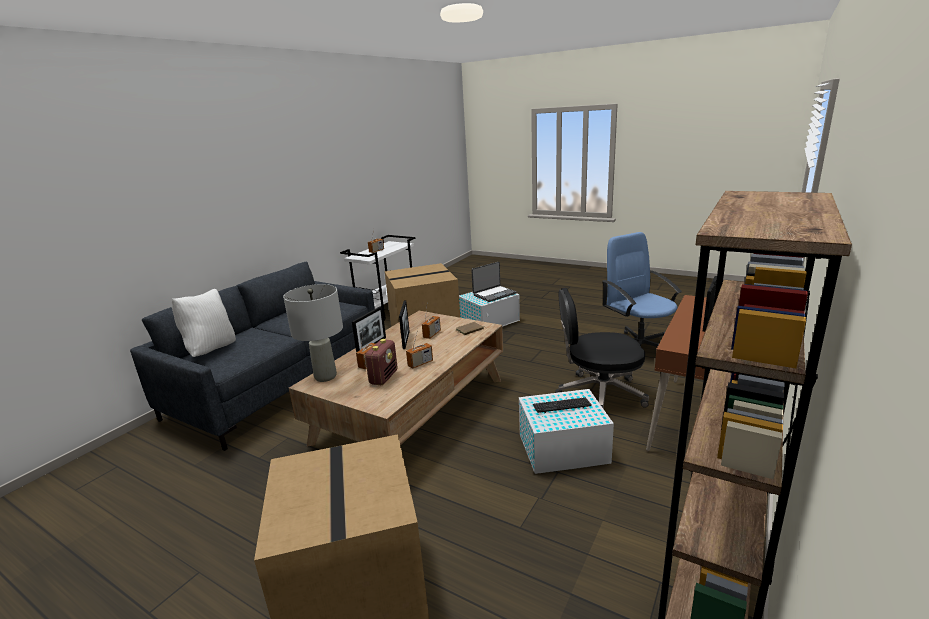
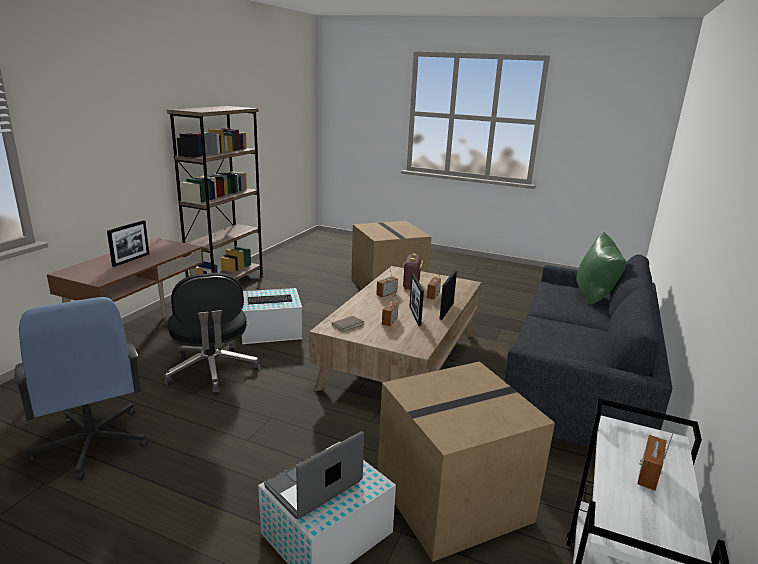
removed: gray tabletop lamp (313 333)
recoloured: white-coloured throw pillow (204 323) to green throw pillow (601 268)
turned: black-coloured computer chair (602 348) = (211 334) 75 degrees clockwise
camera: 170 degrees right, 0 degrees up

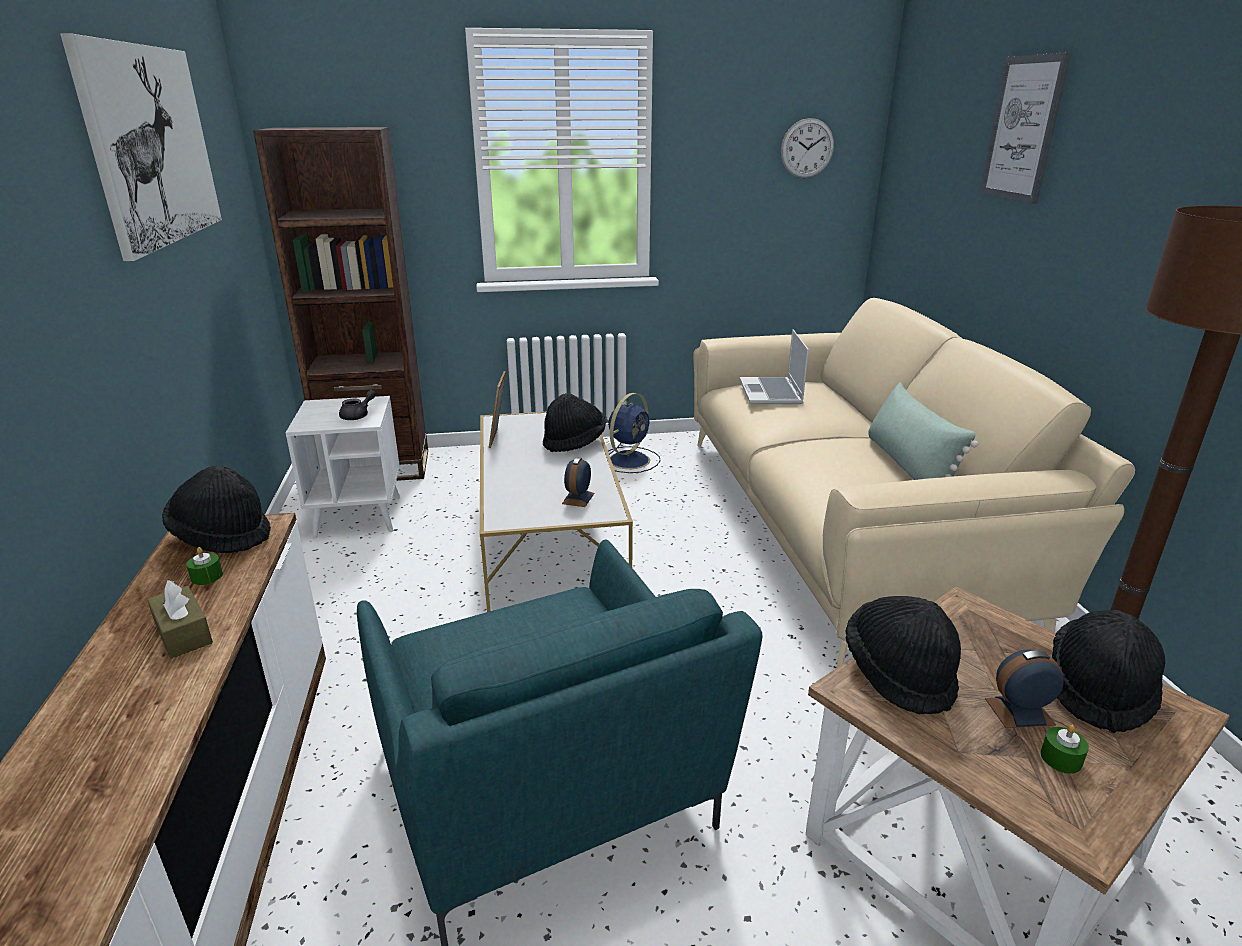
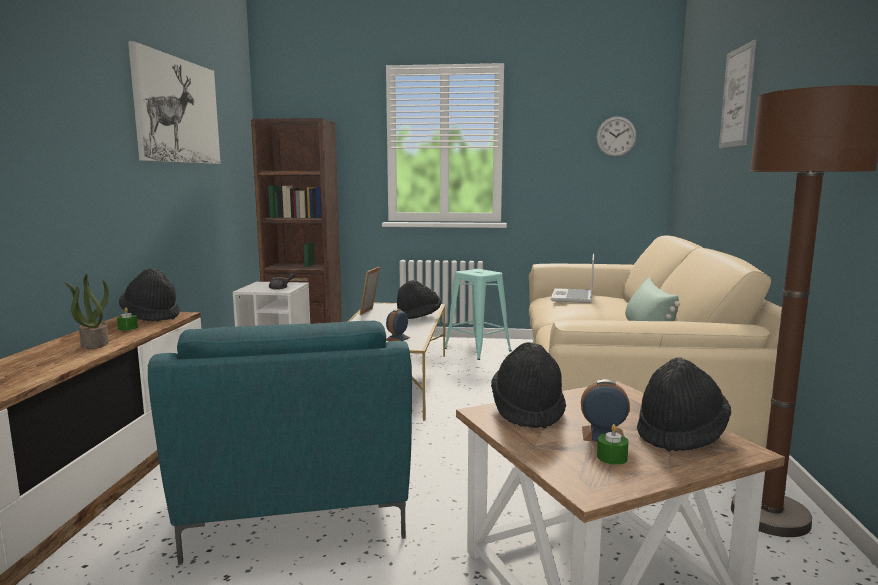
replaced: brown-coloured tissue box (180 619) to plant in a pot (86 311); bluish fan (634 433) to turquoise stool (478 314)
camera: 15 degrees right, 15 degrees down

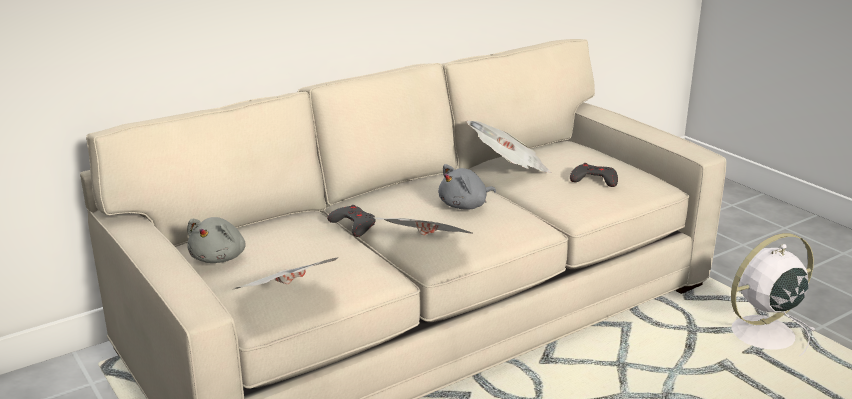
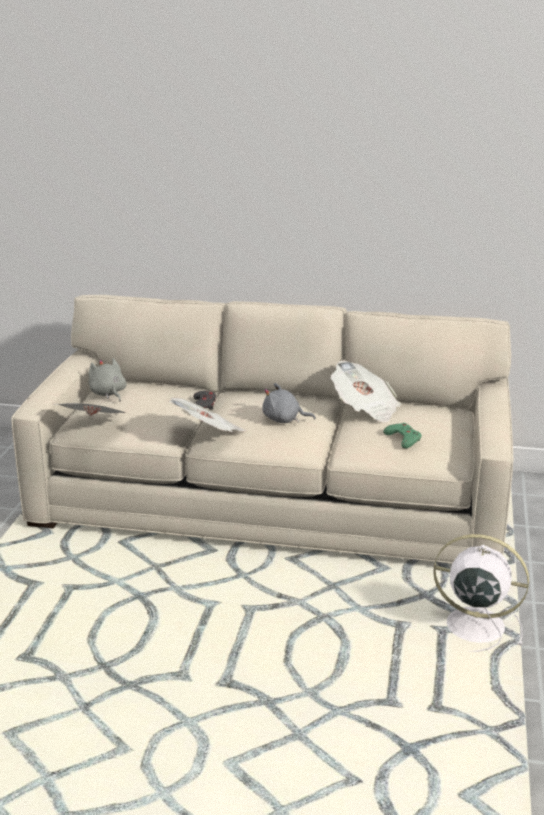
recoloured: gray gamepad (594 175) to green gamepad (402 435)
turned: gray soft toy (216 240) = (108 380) 90 degrees clockwise
camera: 45 degrees right, 0 degrees up

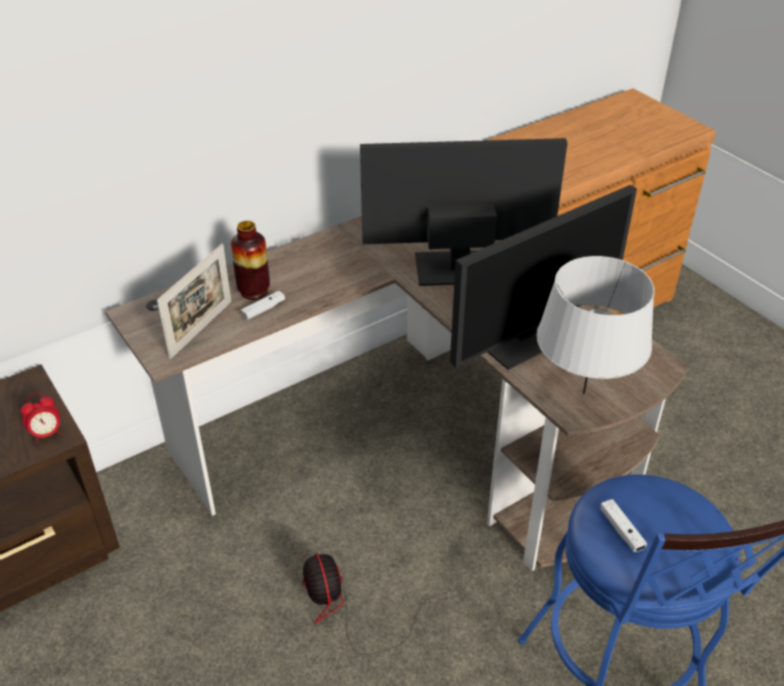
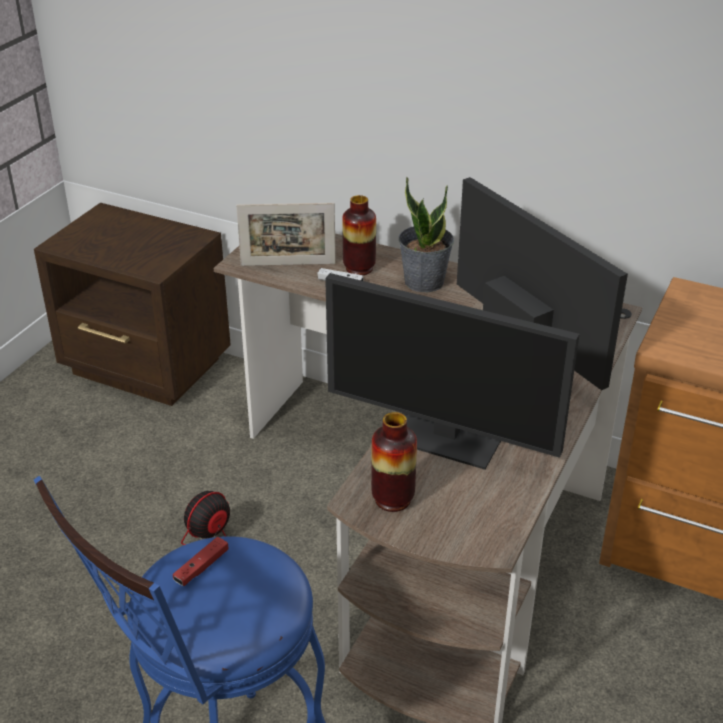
removed: alarm clock (40 418)
added: plant in a pot (426 234)
replaced: gray tabletop lamp (595 325) to vase (394 462)
recoloured: white-coloured gamepad (623 525) to red gamepad (200 561)
camera: 60 degrees right, 5 degrees down

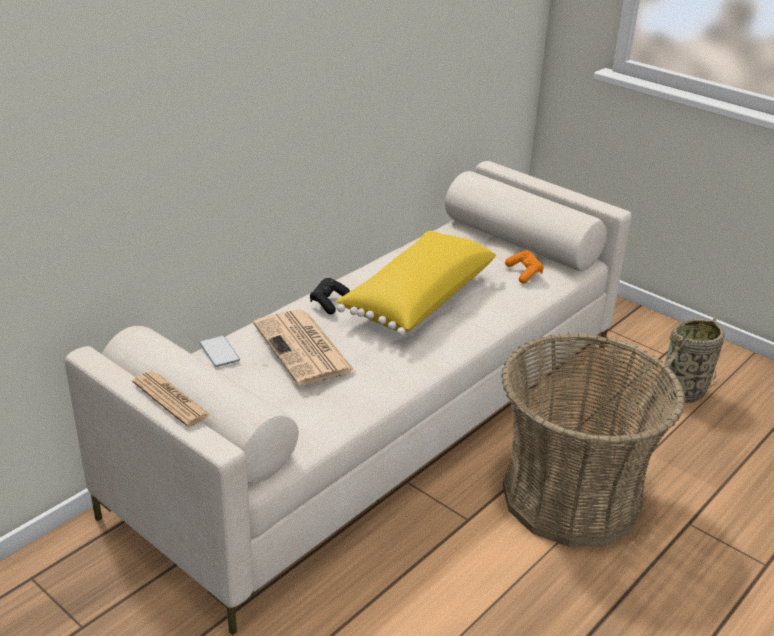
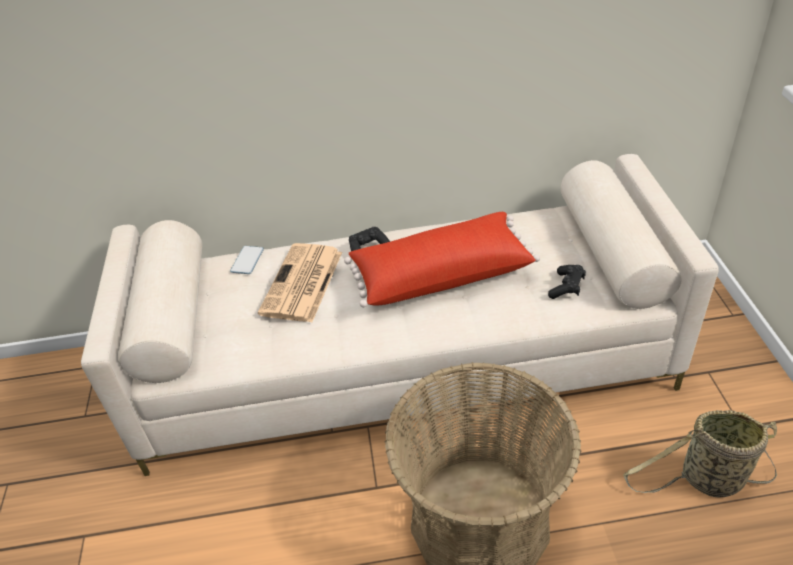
removed: daily paper (171 399)
recoloured: yellow throw pillow (416 283) to red throw pillow (442 260); orange gamepad (524 267) to black-coloured gamepad (567 282)
camera: 45 degrees right, 10 degrees up

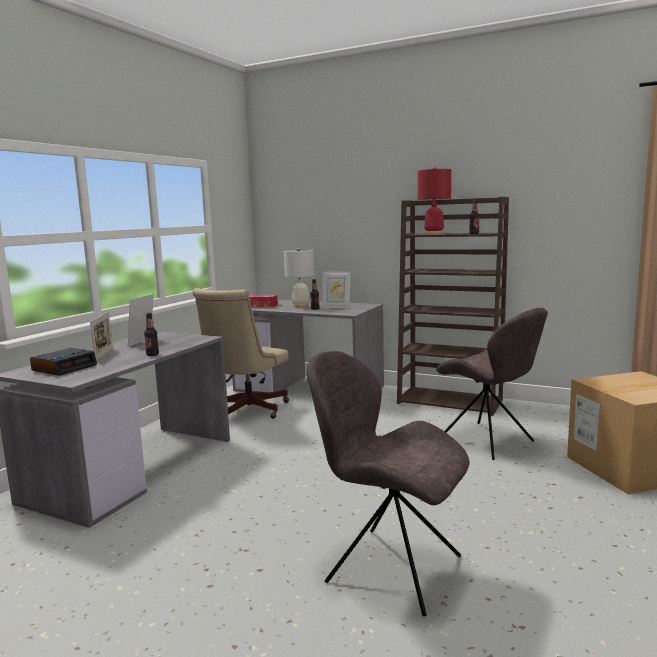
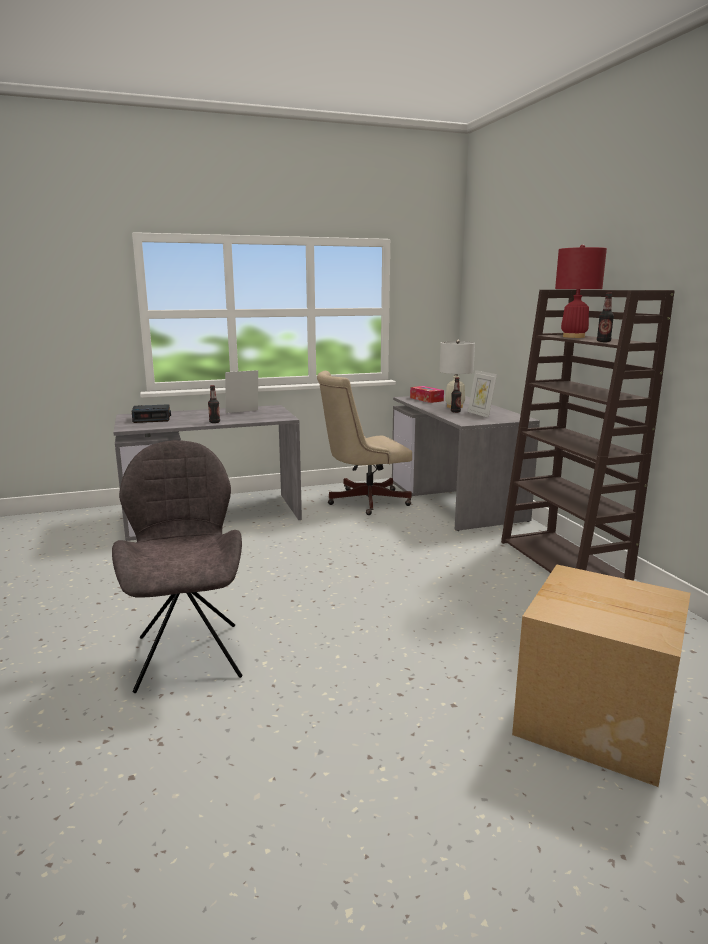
removed: standing frame (101 336); gray chair (492 384)
camera: 45 degrees right, 5 degrees up

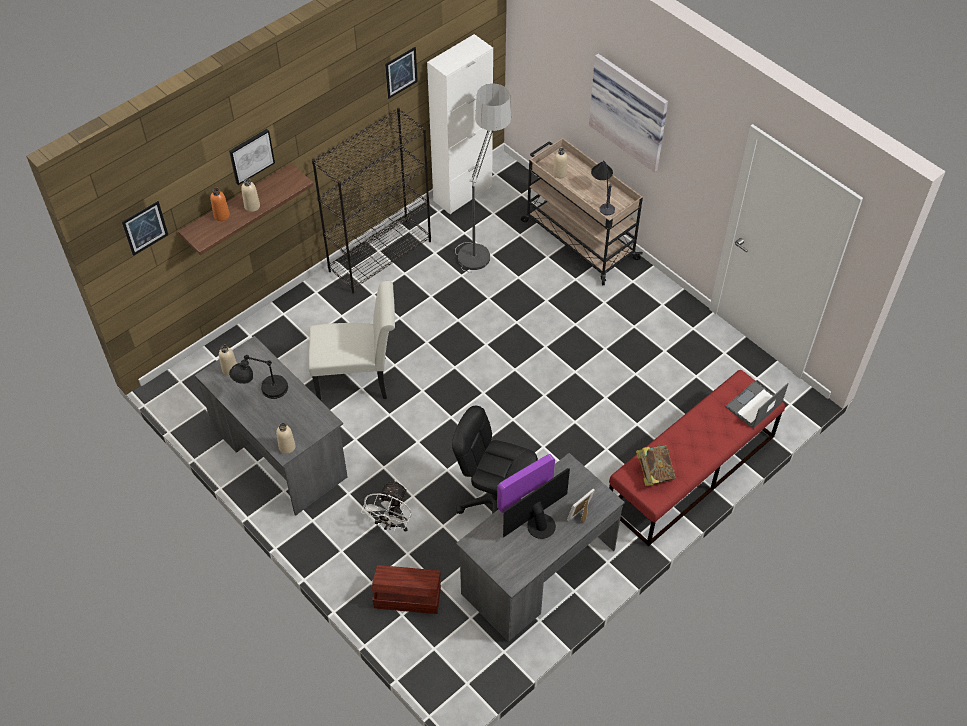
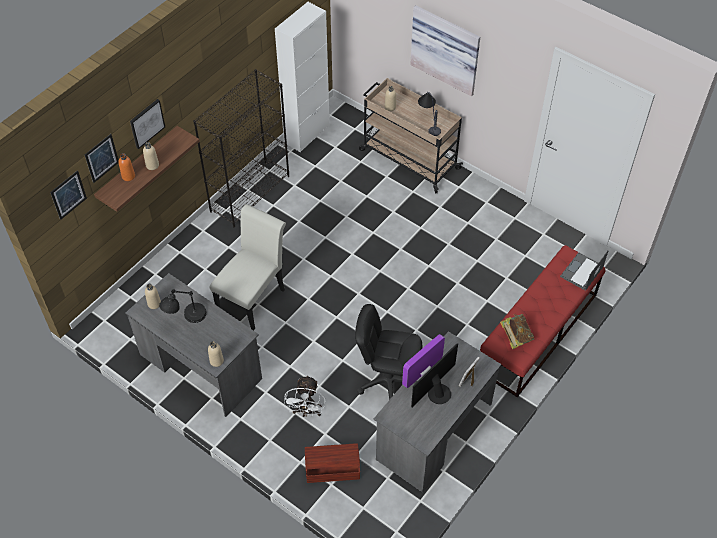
removed: standard lamp (483 178)
moved: wall picture (401 73) to (102 158)
turned: white-coloured chair (352 341) = (247 267) 45 degrees counterclockwise
camera: 10 degrees left, 0 degrees up

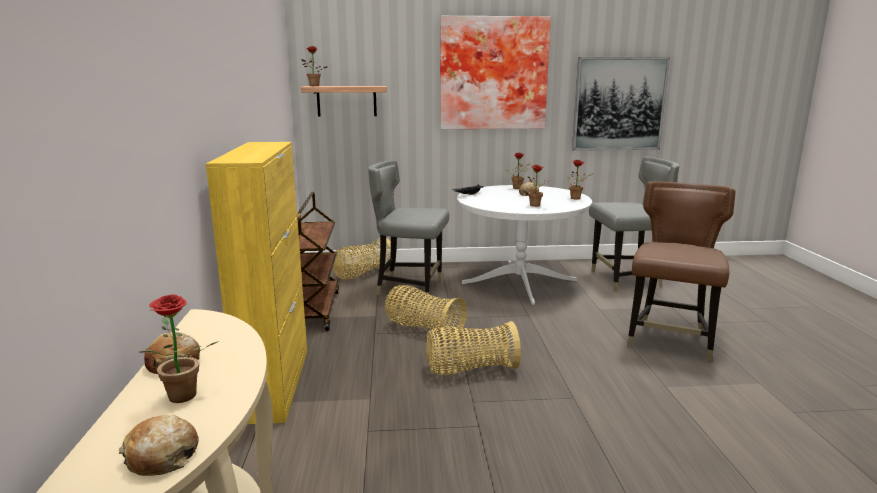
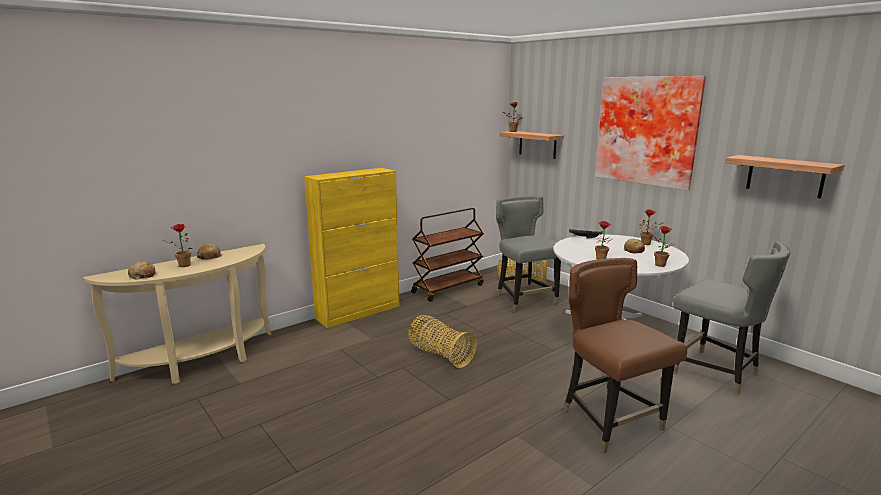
removed: basket (426 312)
replaced: wall picture (621 104) to wall shelf (785 177)
turned: brown-coloured chair (681 271) = (625 356) 105 degrees counterclockwise
camera: 55 degrees right, 0 degrees up

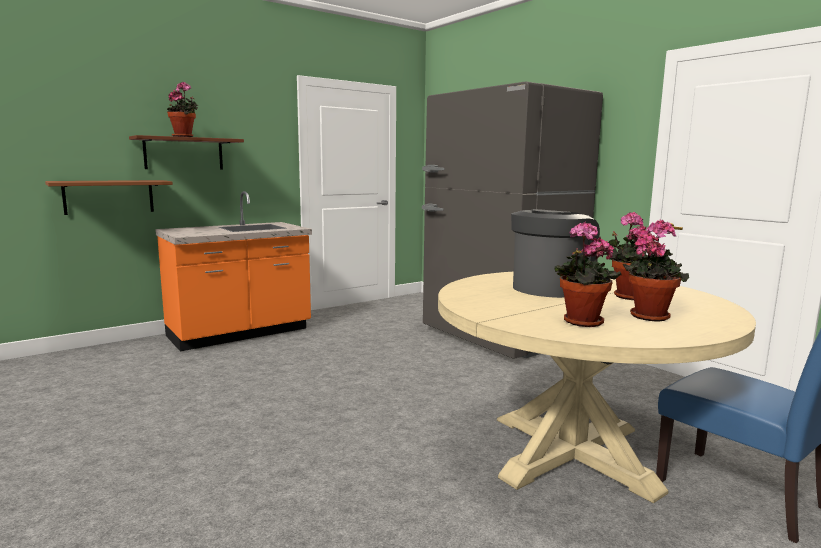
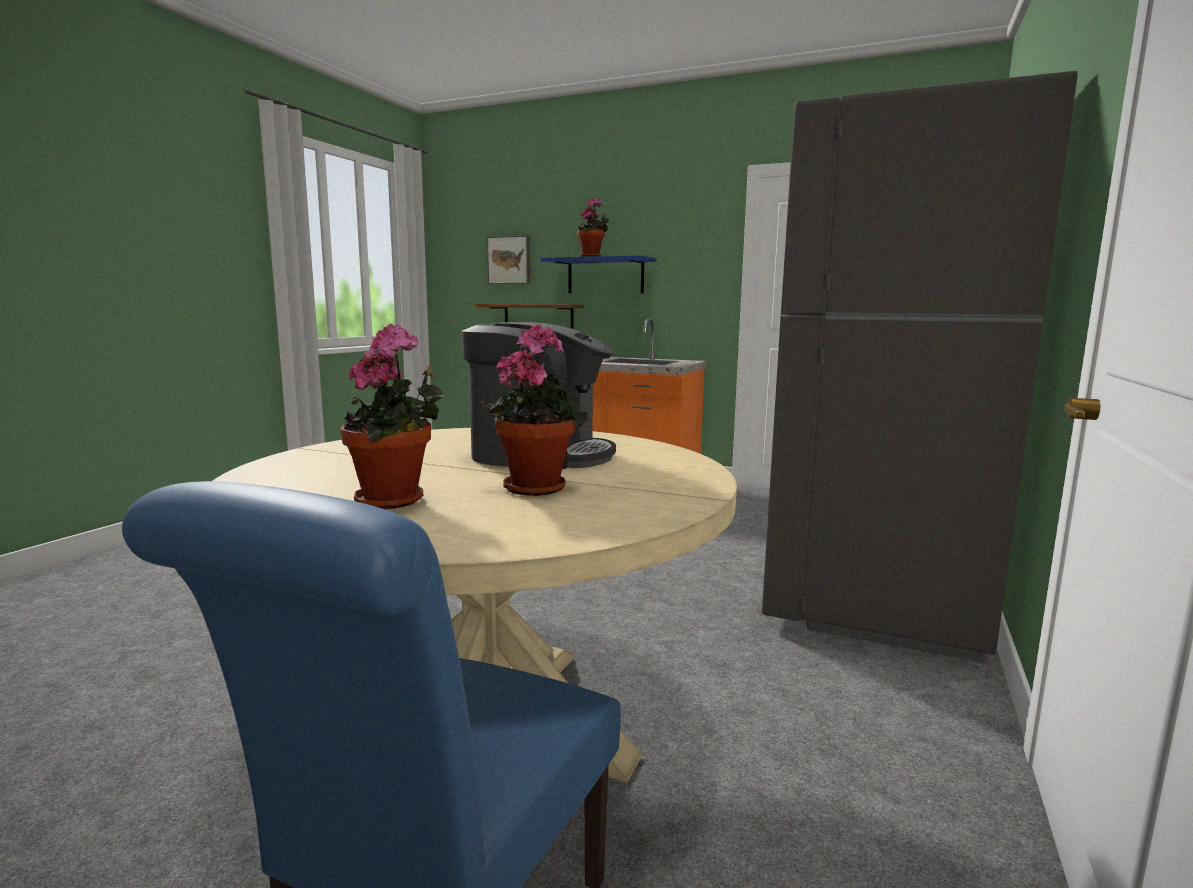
removed: plant in a pot (587 274)
added: wall picture (508 260)
recoloured: brown-coloured wall shelf (186 152) to bluish wall shelf (598 274)
camera: 60 degrees right, 0 degrees up

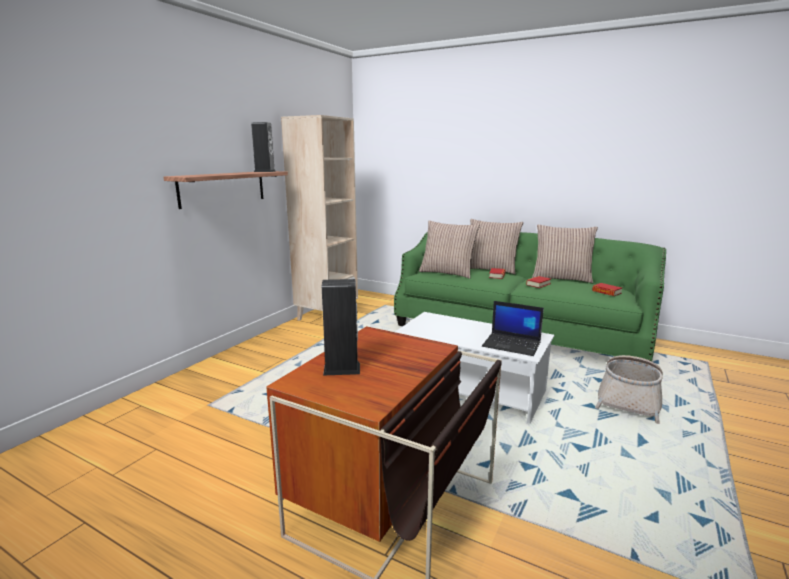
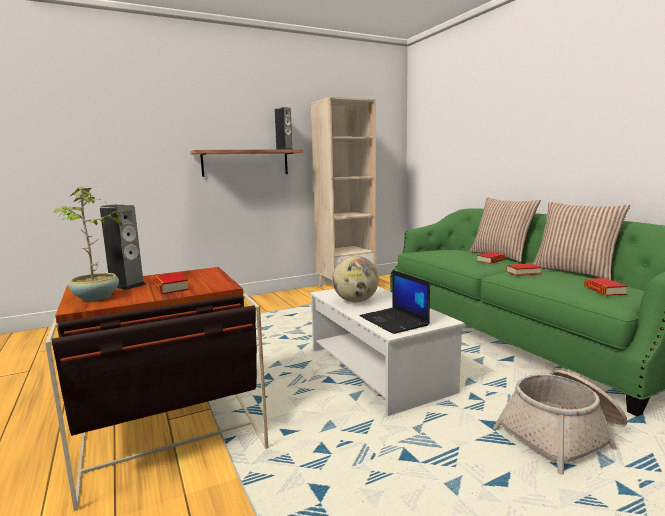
removed: throw pillow (449 249)
added: plant in a pot (89 244); book (171 283); desk globe (355 279)
camera: 35 degrees right, 5 degrees down

